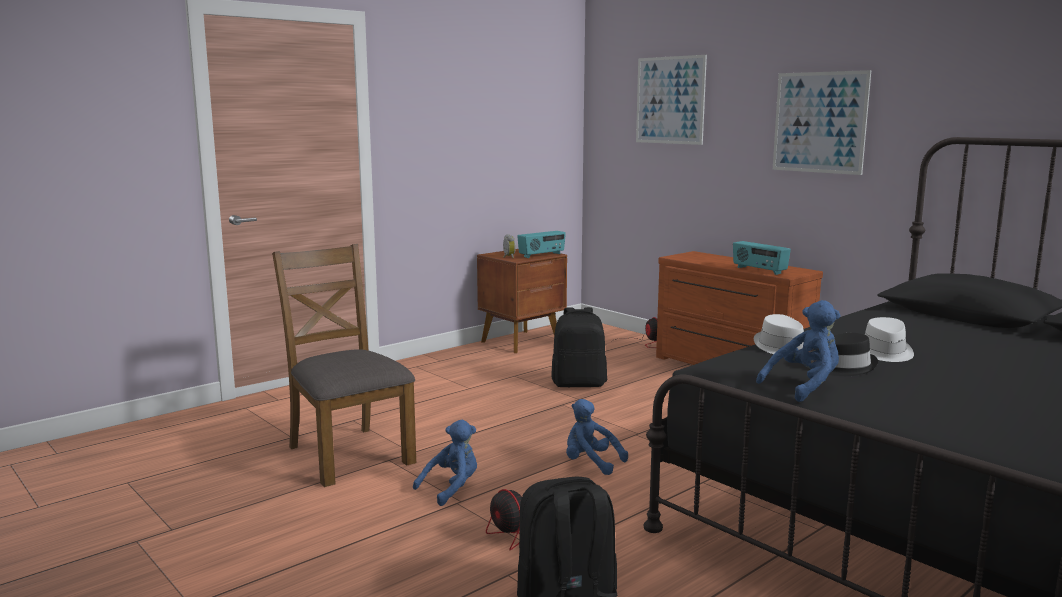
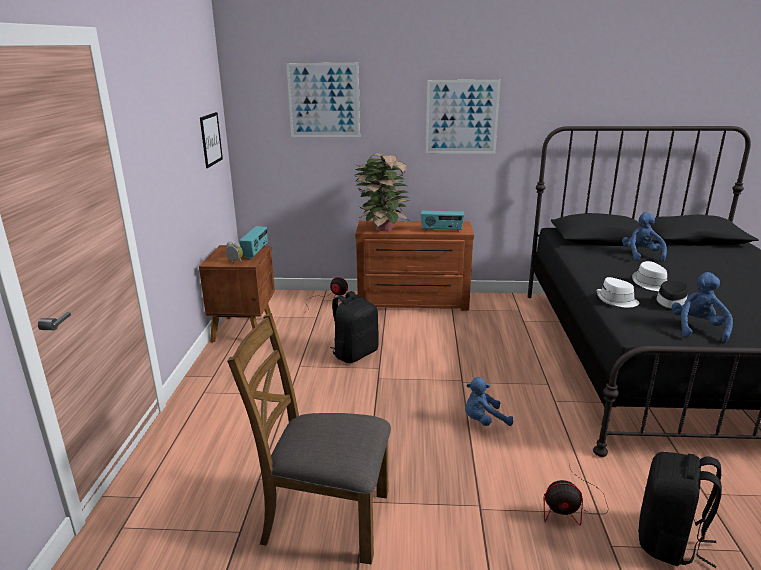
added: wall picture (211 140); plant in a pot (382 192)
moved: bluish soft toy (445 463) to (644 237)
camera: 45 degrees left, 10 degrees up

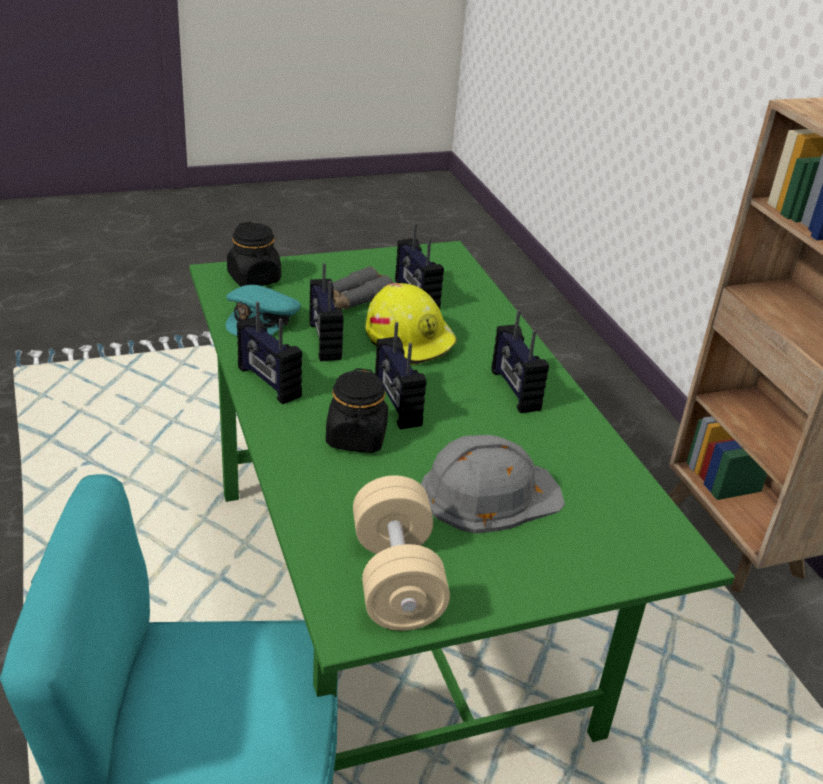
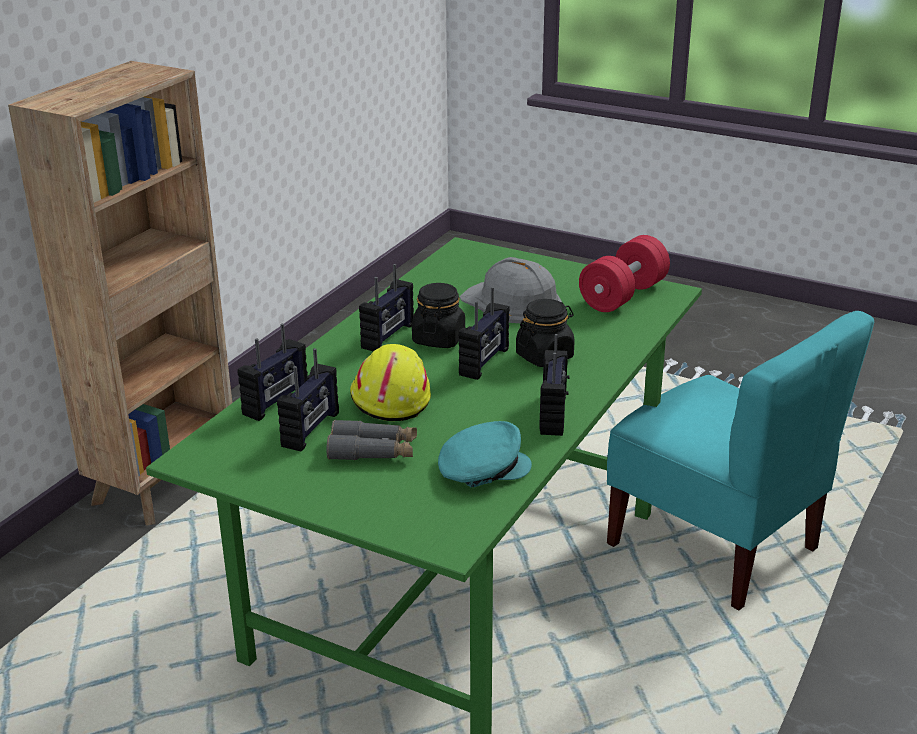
moved: radio set (326 312) to (272 372); black-coloured jar (254 254) to (438 315)
recoloured: beige-coloured free weight (401 553) to red free weight (624 273)
camera: 130 degrees left, 5 degrees down

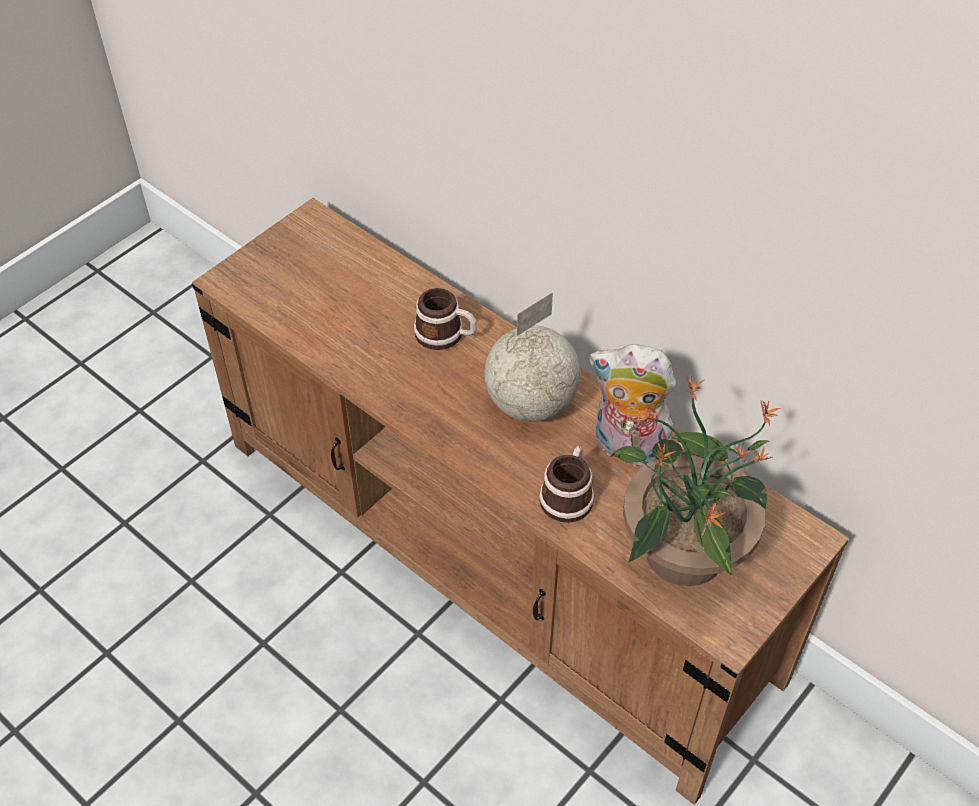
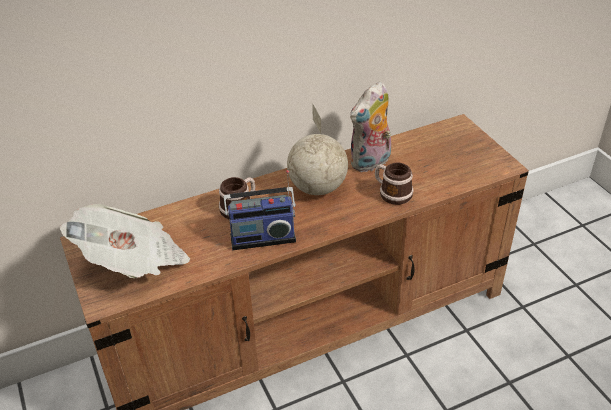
removed: plant in a pot (695 481)
added: daily paper (125 241); radio set (260 210)
camera: 65 degrees left, 10 degrees down

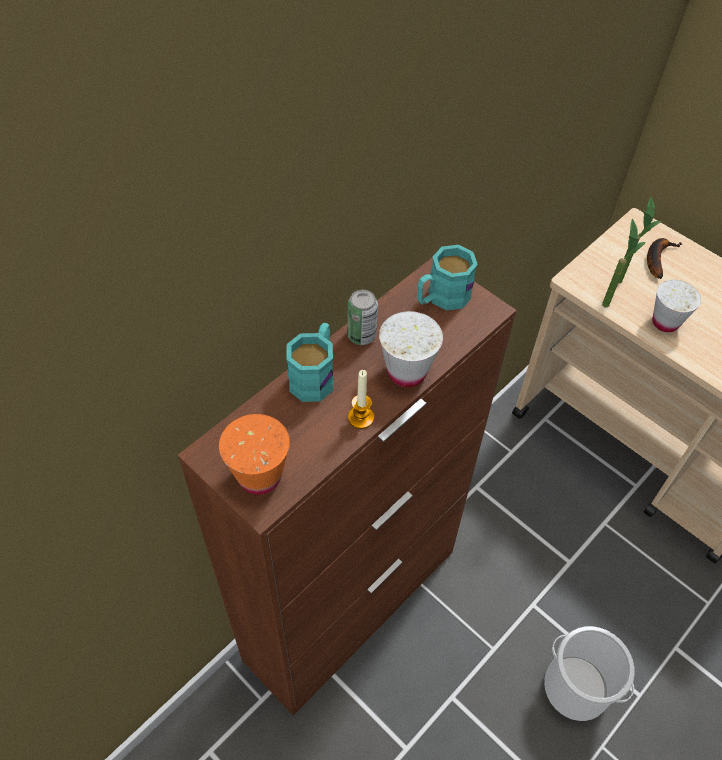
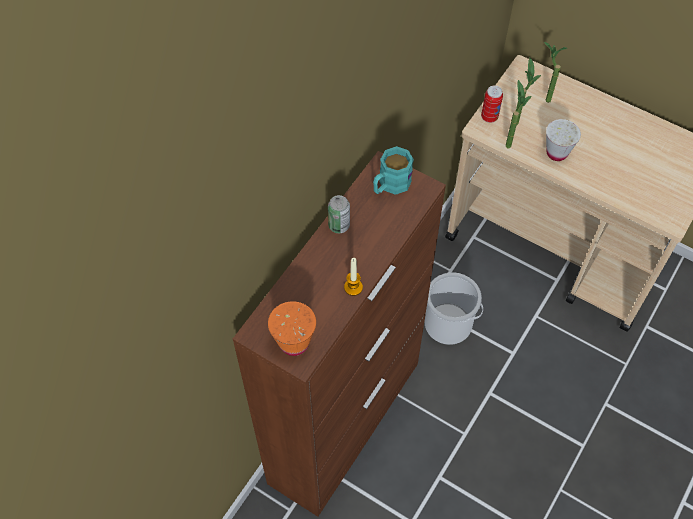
removed: turquoise mug (309 362); white-coloured small cup (411 349)
added: can (492 104)
moved: bucket (589 673) to (453 309)
replaced: banana (664 258) to plant in a pot (555 72)
camera: 10 degrees left, 5 degrees up

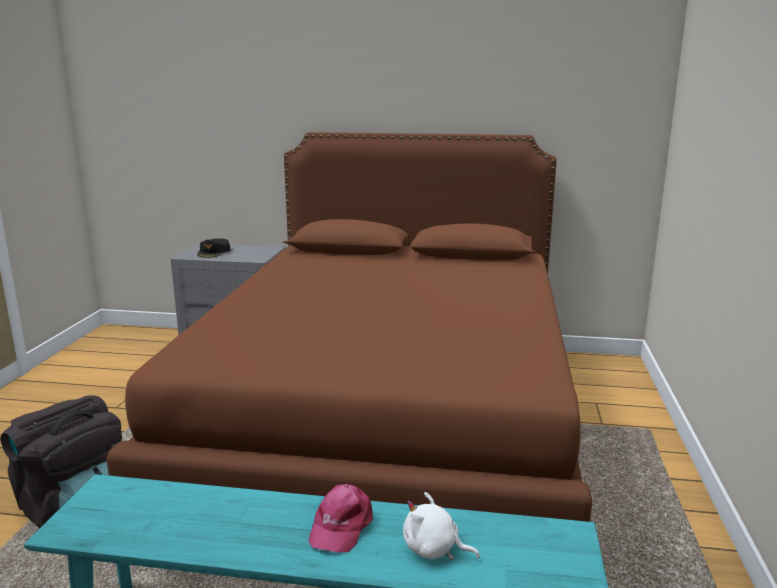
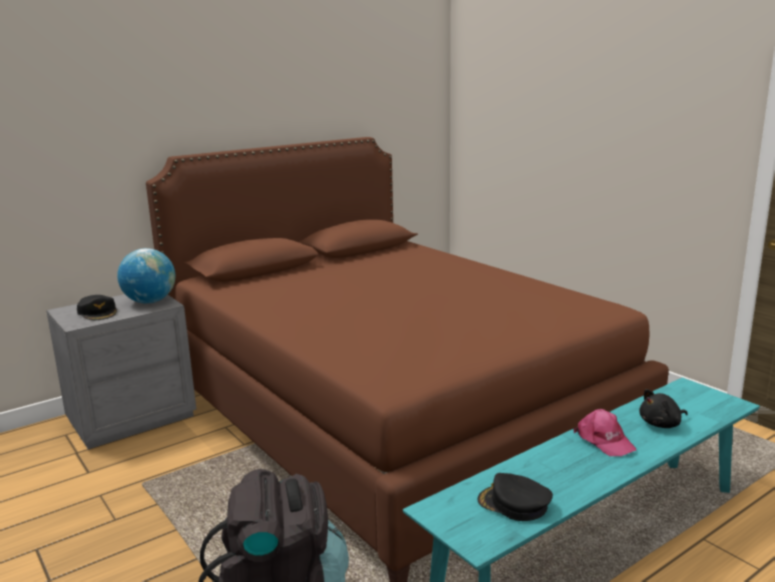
added: desk globe (146 275); black-coloured cap (515 497)
recoloured: white-coloured soft toy (441 526) to black-coloured soft toy (663 408)
camera: 45 degrees left, 0 degrees up

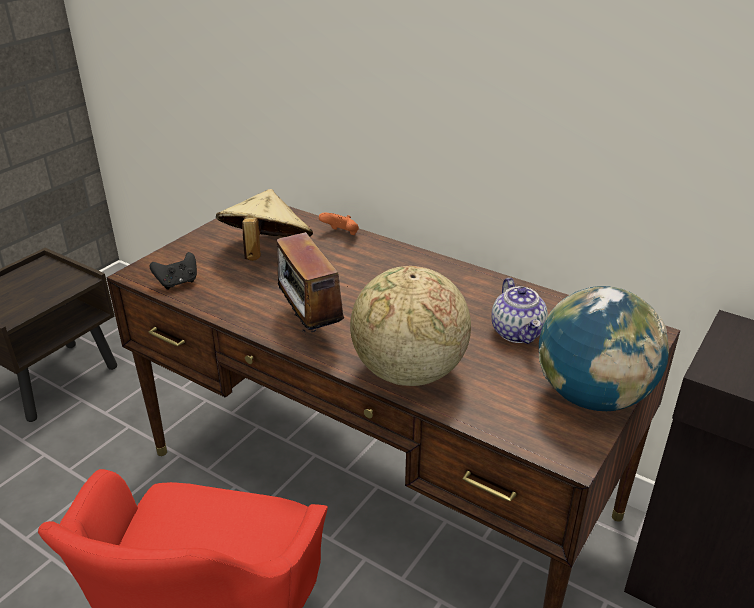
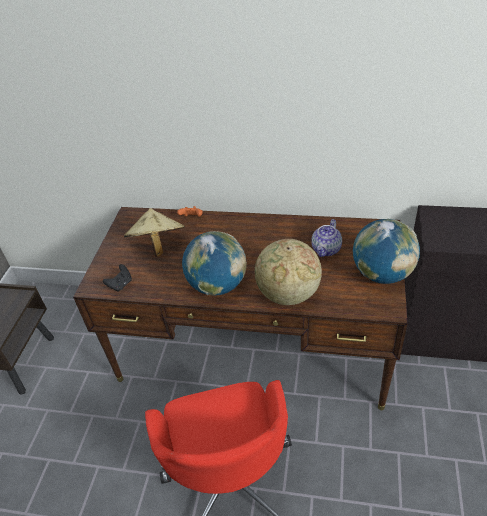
replaced: radio set (312 278) to desk globe (214 263)
turned: teapot (519 311) = (326 238) 60 degrees clockwise
camera: 20 degrees left, 10 degrees up

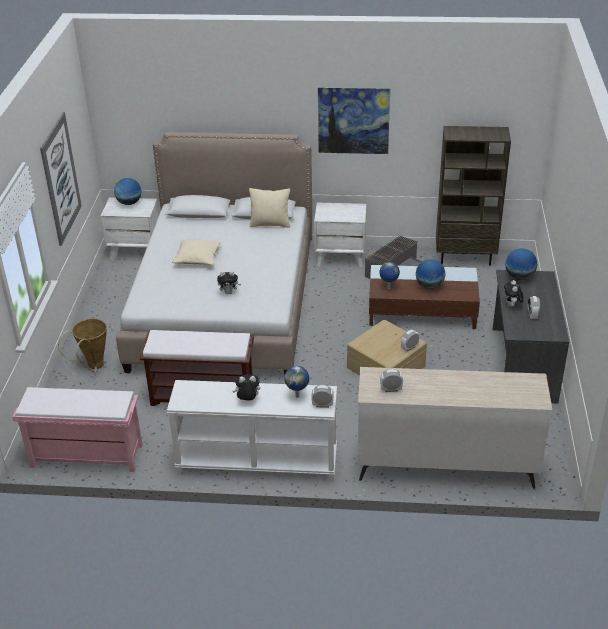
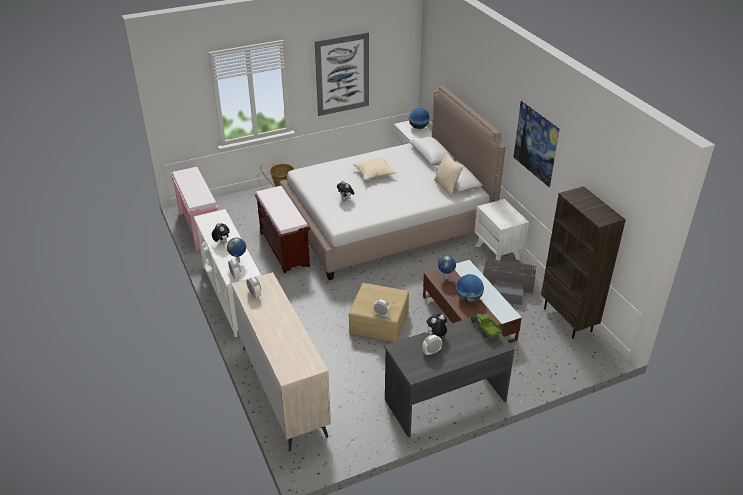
replaced: desk globe (521 264) to toy lorry (486 325)
camera: 60 degrees right, 0 degrees up

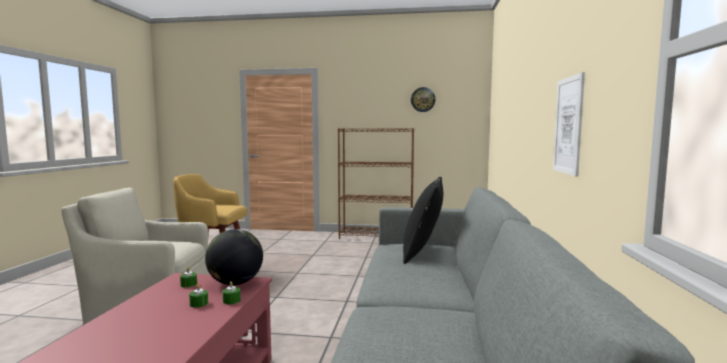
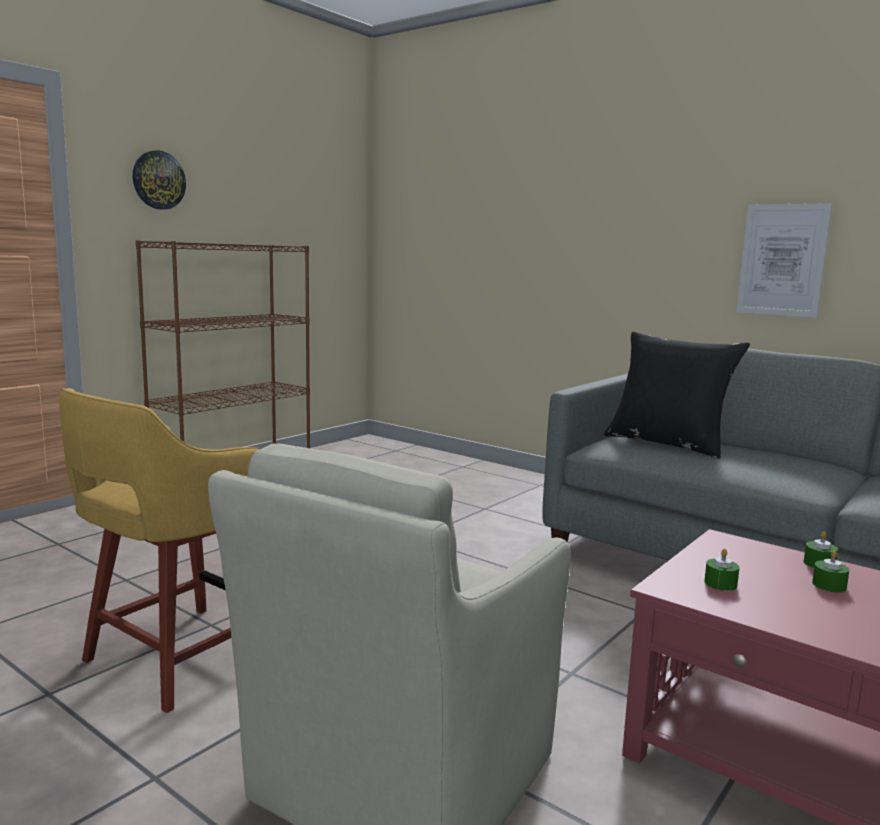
removed: desk globe (234 257)
moved: hanging clock (423 99) to (159 180)
camera: 60 degrees left, 5 degrees up

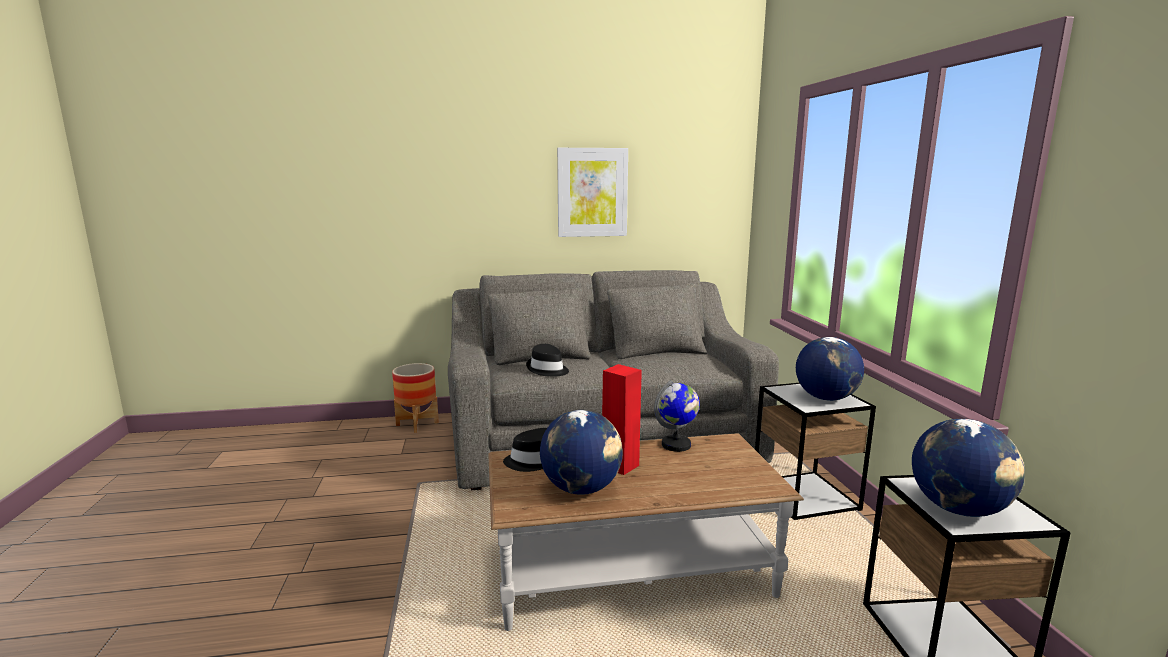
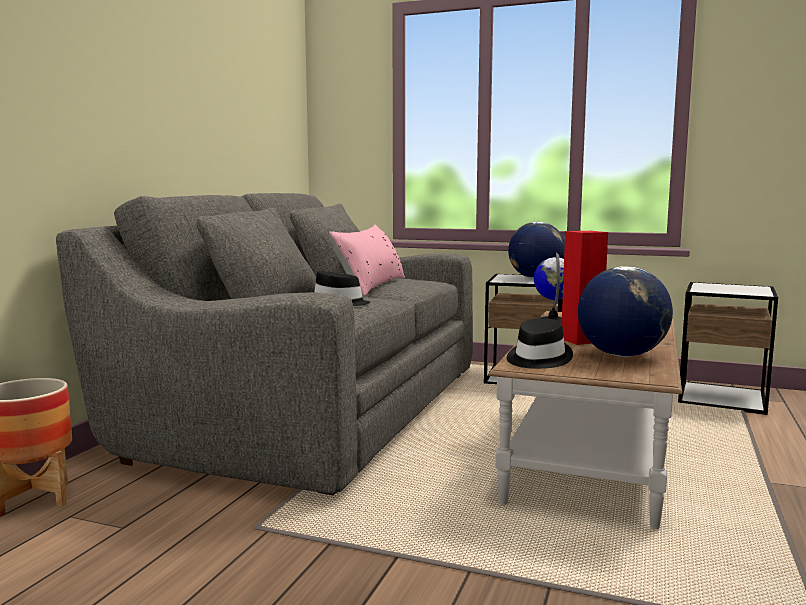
removed: wall picture (592 192); desk globe (968 468)
added: pink-coloured throw pillow (367 260)
camera: 60 degrees left, 5 degrees down

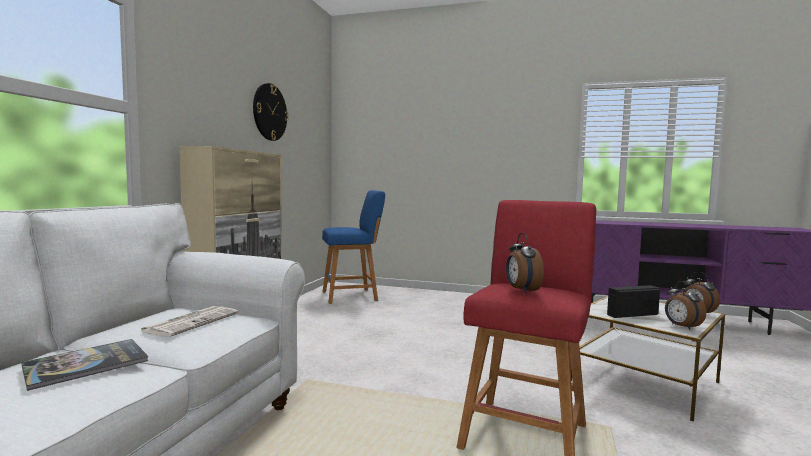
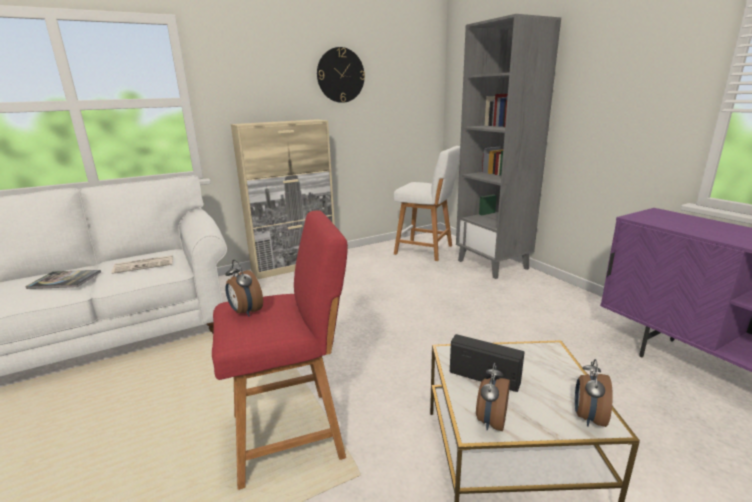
added: gray shelving unit (508 146)
recoloured: bluish stool (353 247) to white-coloured stool (427 203)
turned: alarm clock (525 263) = (244 288) 75 degrees counterclockwise
camera: 45 degrees right, 15 degrees up

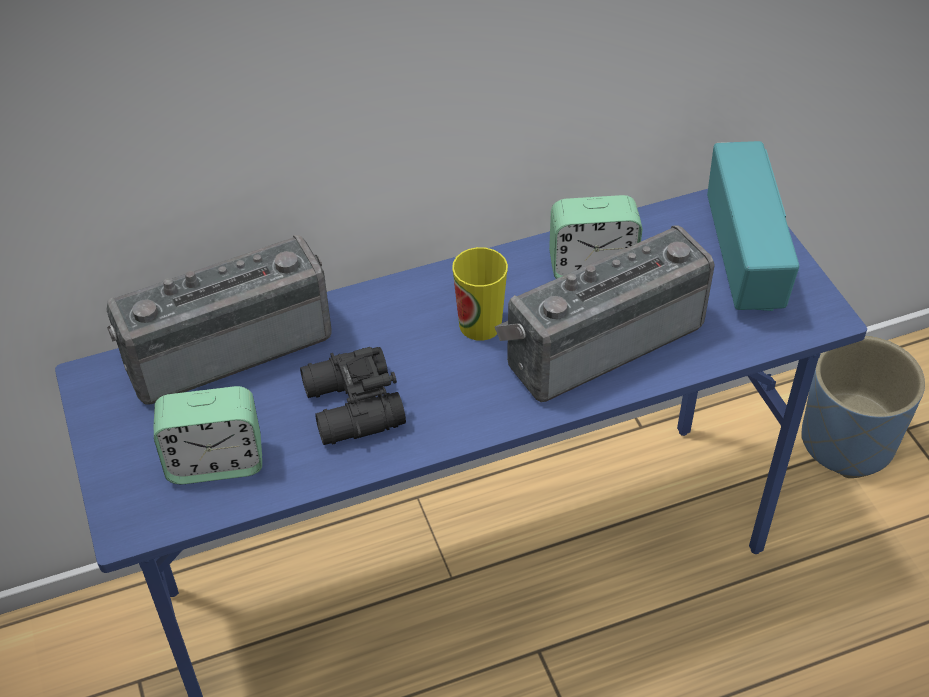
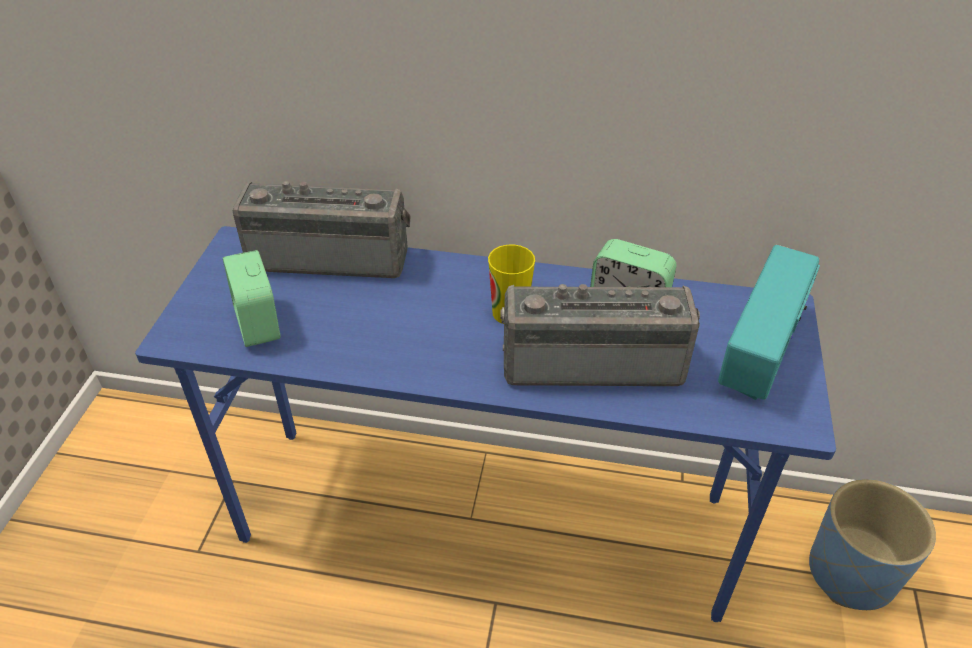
removed: black-coloured binoculars (353 396)
turned: alarm clock (208 435) = (252 298) 45 degrees clockwise
camera: 30 degrees right, 5 degrees down

